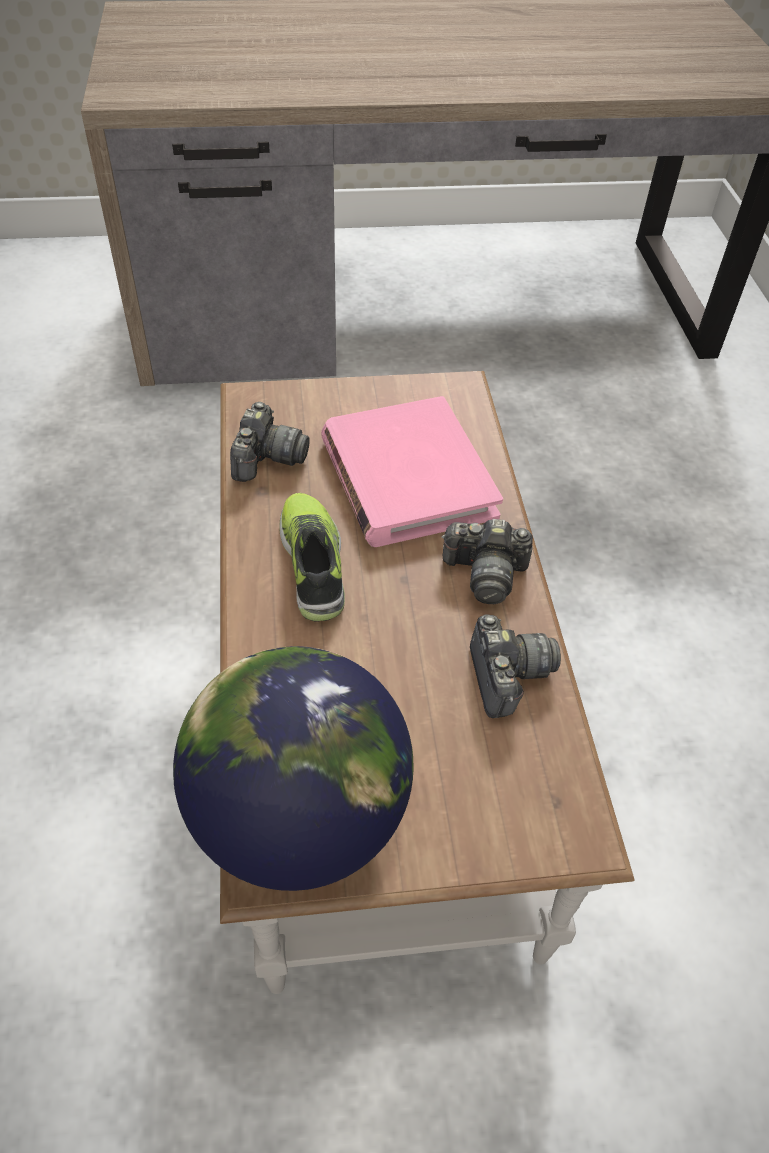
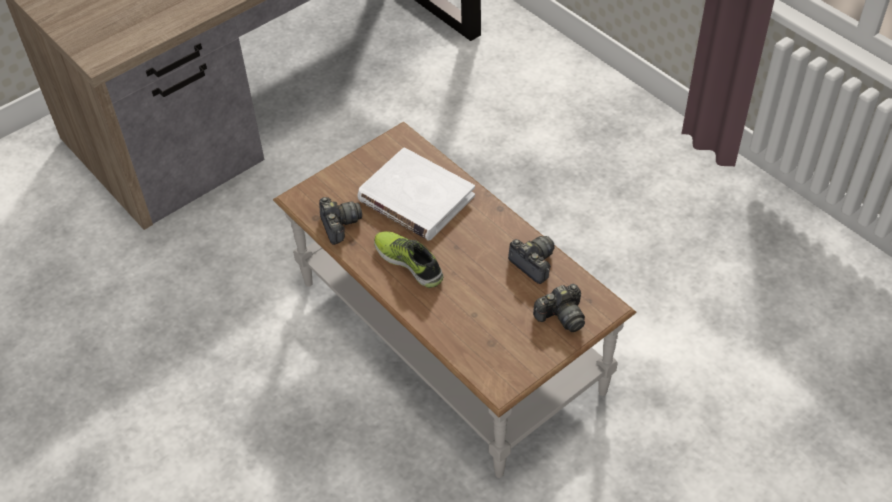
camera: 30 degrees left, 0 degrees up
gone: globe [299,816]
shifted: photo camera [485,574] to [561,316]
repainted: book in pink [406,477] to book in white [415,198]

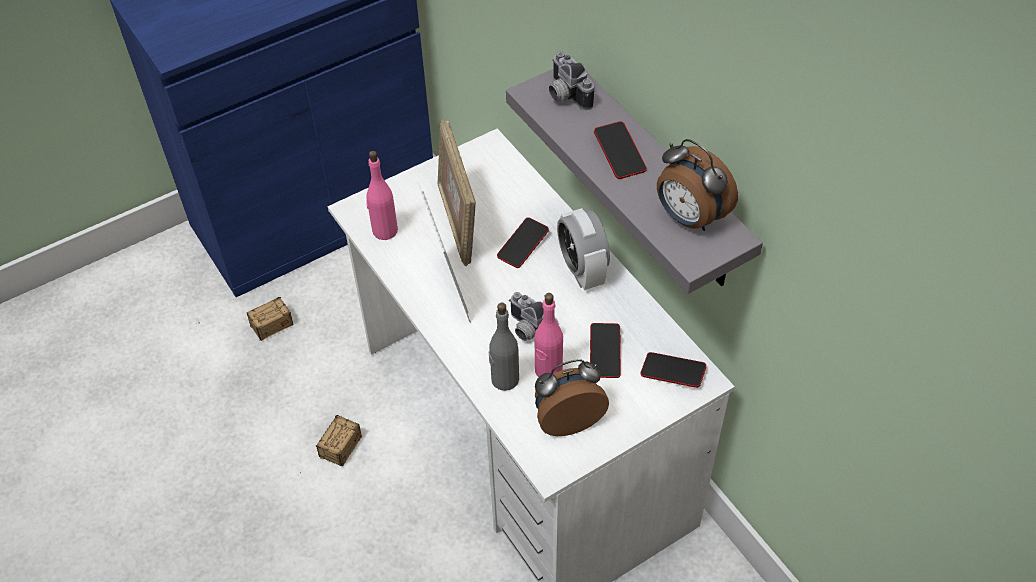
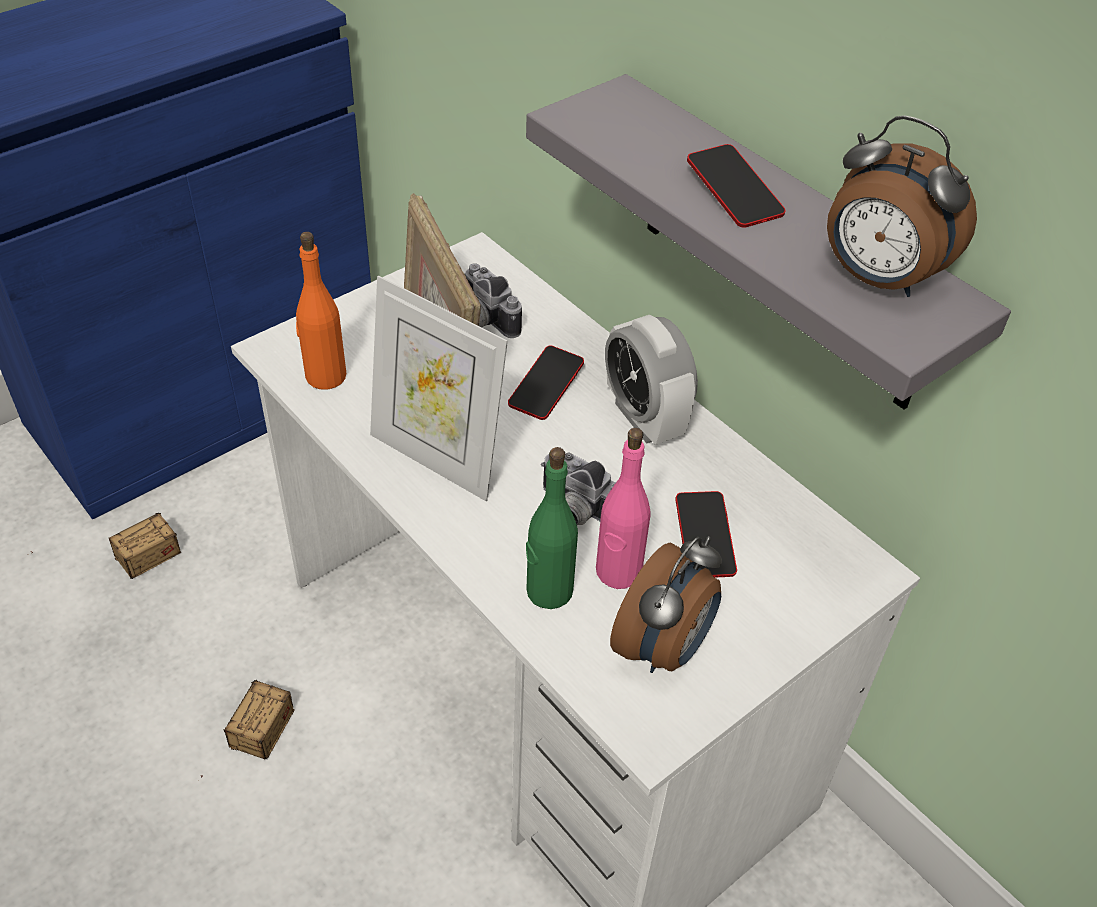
camera: 10 degrees left, 5 degrees down
gone: phone [672,372]
shifted: photo camera [565,95] to [483,320]
repainted: bottle in pink [384,230] to bottle in orange [325,376]; bottle in grey [504,379] to bottle in green [548,591]
rotated: picture frame [448,290] = [437,458] 150 degrees clockwise; alarm clock [567,418] = [664,648] 150 degrees clockwise

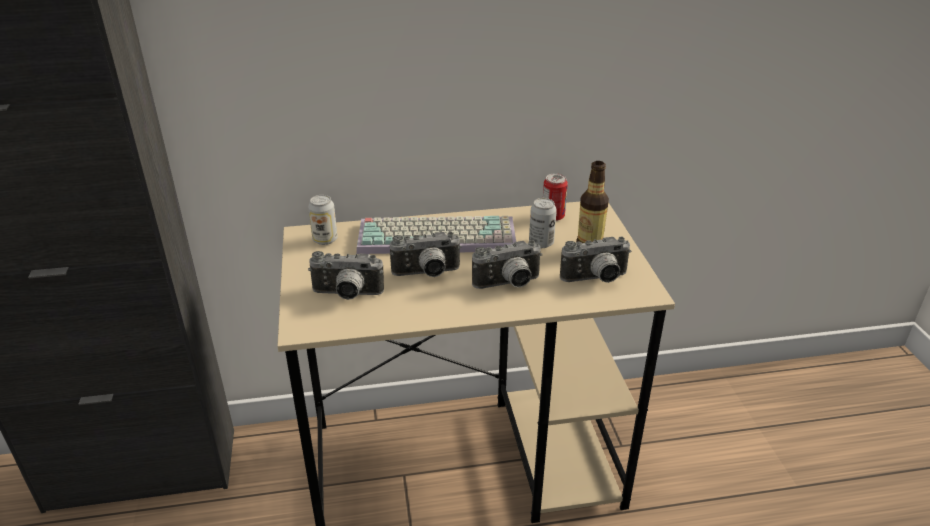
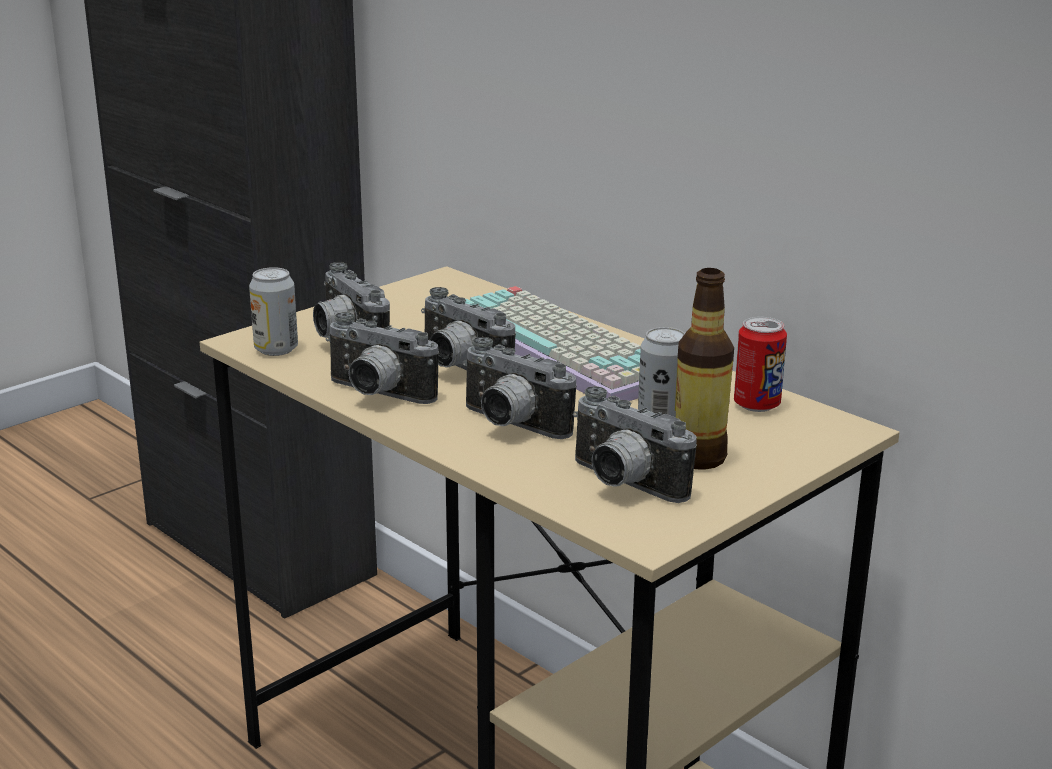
camera: 55 degrees right, 10 degrees down
new: photo camera [375,395]
shifted: can [325,240] to [276,349]

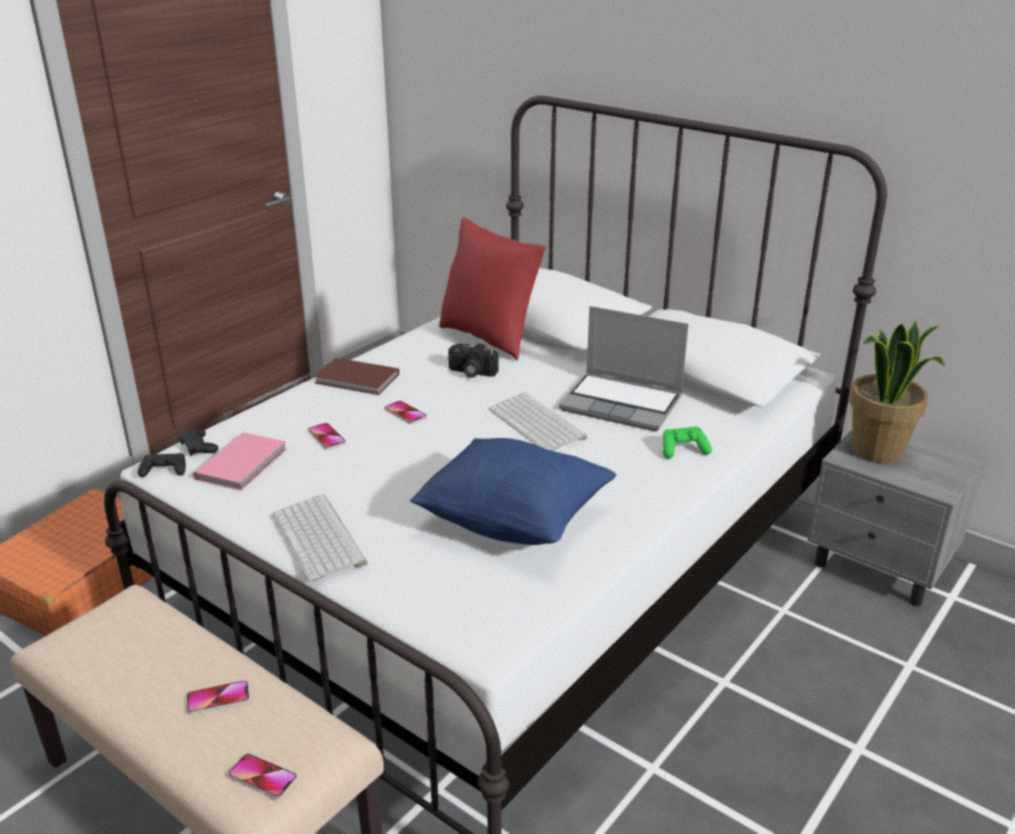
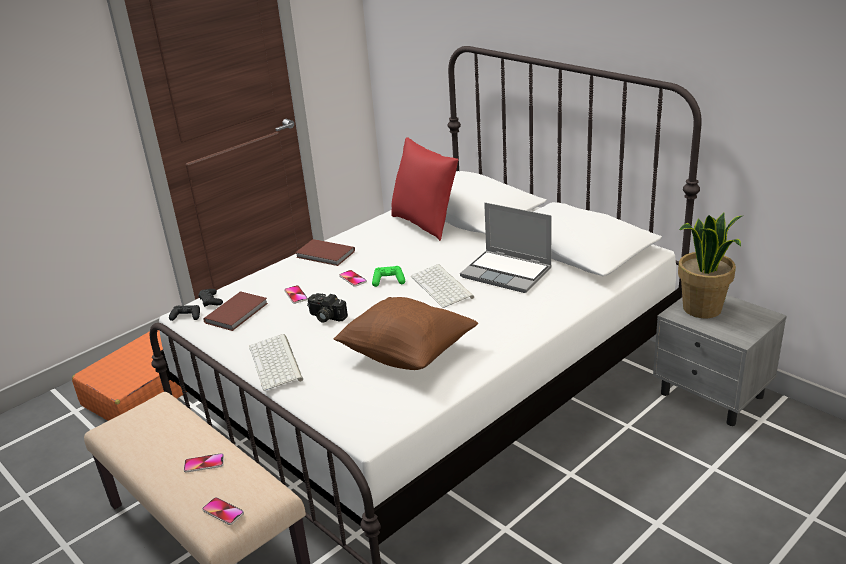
camera: 10 degrees right, 0 degrees up
shifted: photo camera [471,372] to [325,317]; game controller in green [683,450] to [388,281]
repainted: book in pink [244,464] to book in brown [238,313]; pillow in blue [514,522] to pillow in brown [407,354]

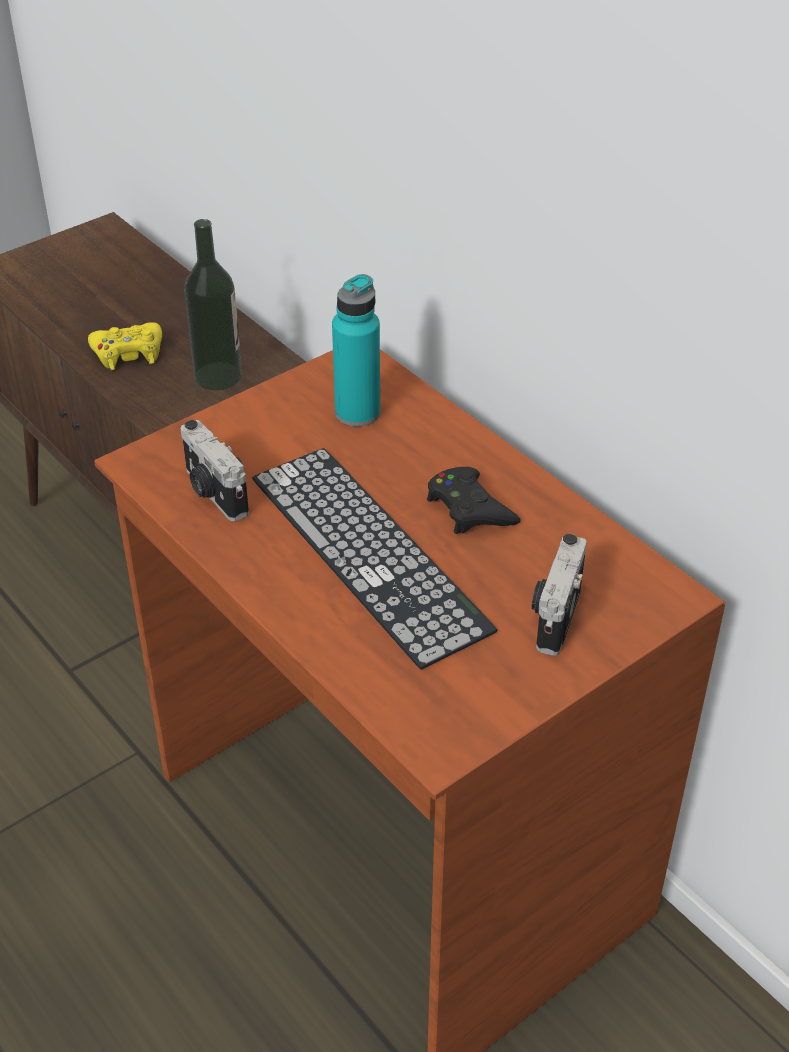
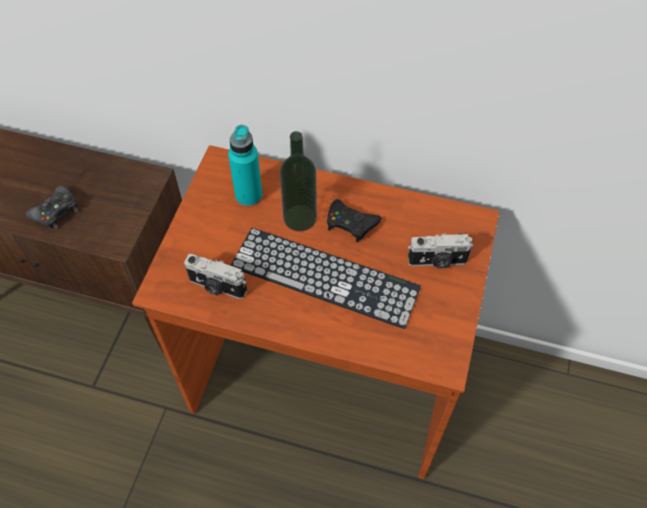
camera: 35 degrees left, 15 degrees up
shifted: bottle [218,376] to [300,218]
repainted: game controller in yellow [128,353] to game controller in black [56,212]
rotated: photo camera [555,615] = [437,261] 75 degrees counterclockwise

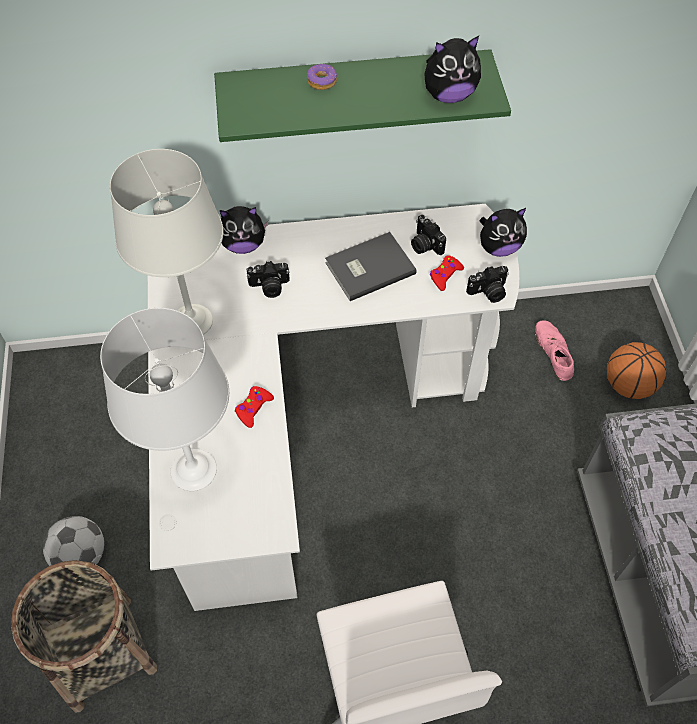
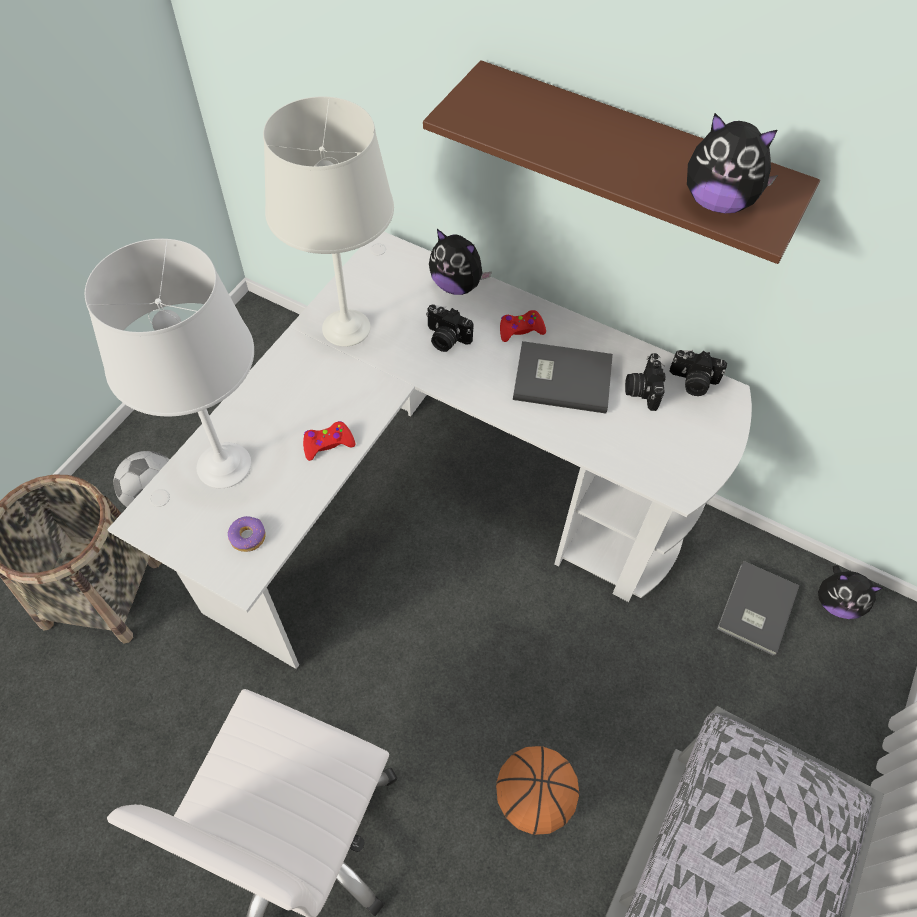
camera: 35 degrees right, 0 degrees up
shifted: donut [322,81] to [248,537]; game controller in red [445,275] to [520,330]; photo camera [488,292] to [693,382]; plush toy [498,247] to [836,603]; basketball [628,385] to [533,797]
swapped: shoe in pink [553,353] to book in grey [754,609]
repainted: shelf in green [354,90] to shelf in brown [631,157]

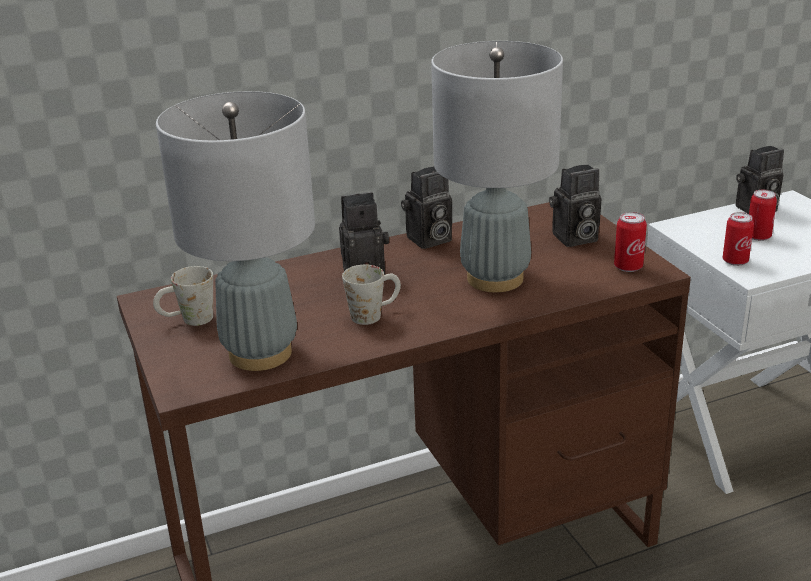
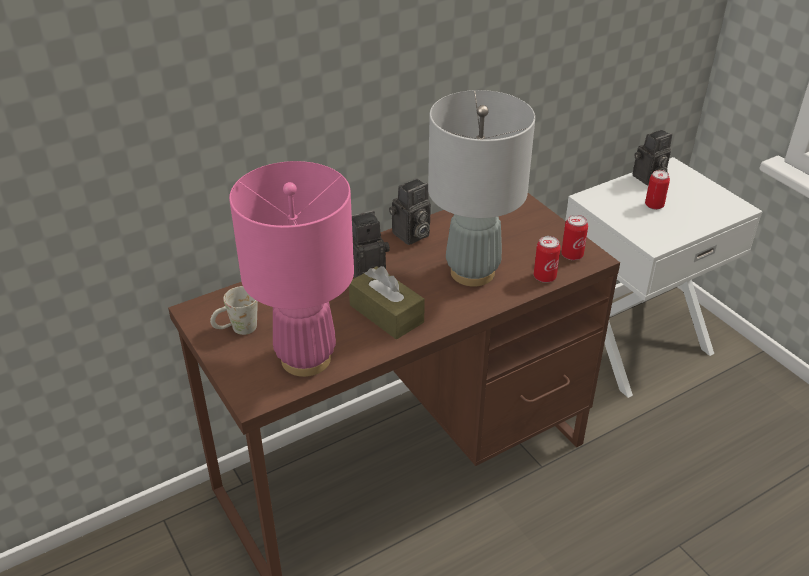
camera: 10 degrees left, 10 degrees up
gone: photo camera [574,239]
shifted: can [735,261] to [544,277]
swapped: mug in white [374,314] to tissue box in brown [386,314]
repainted: table lamp in grey [261,353] to table lamp in pink [306,359]

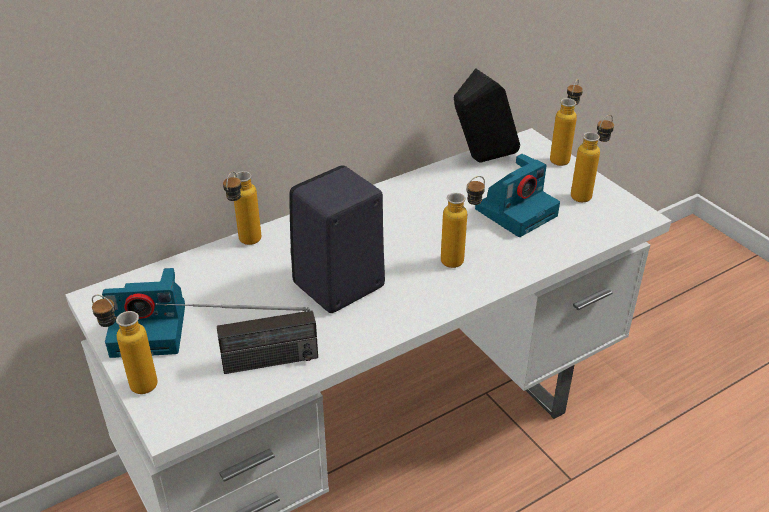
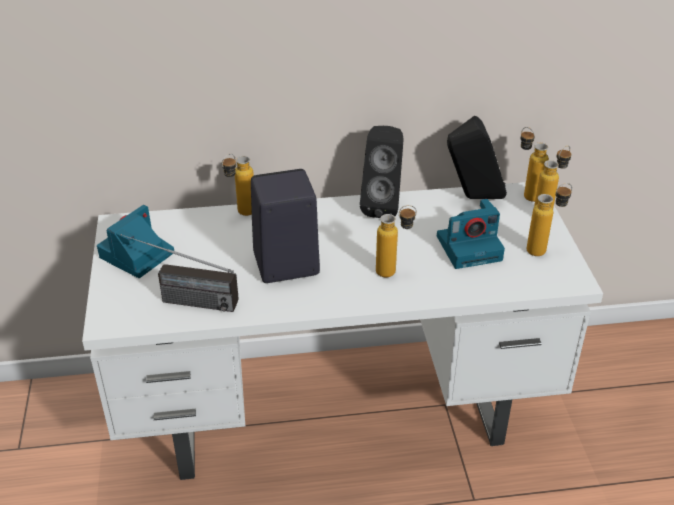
camera: 25 degrees right, 0 degrees up
new: speaker in black [383,206]
shifted: bottle [134,382] to [526,194]
rotated: photo camera [151,329] = [136,256] 105 degrees clockwise

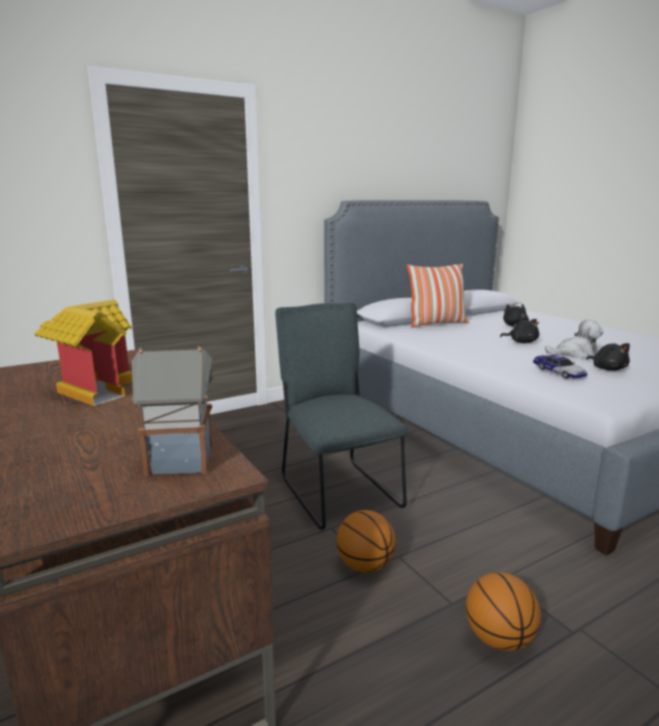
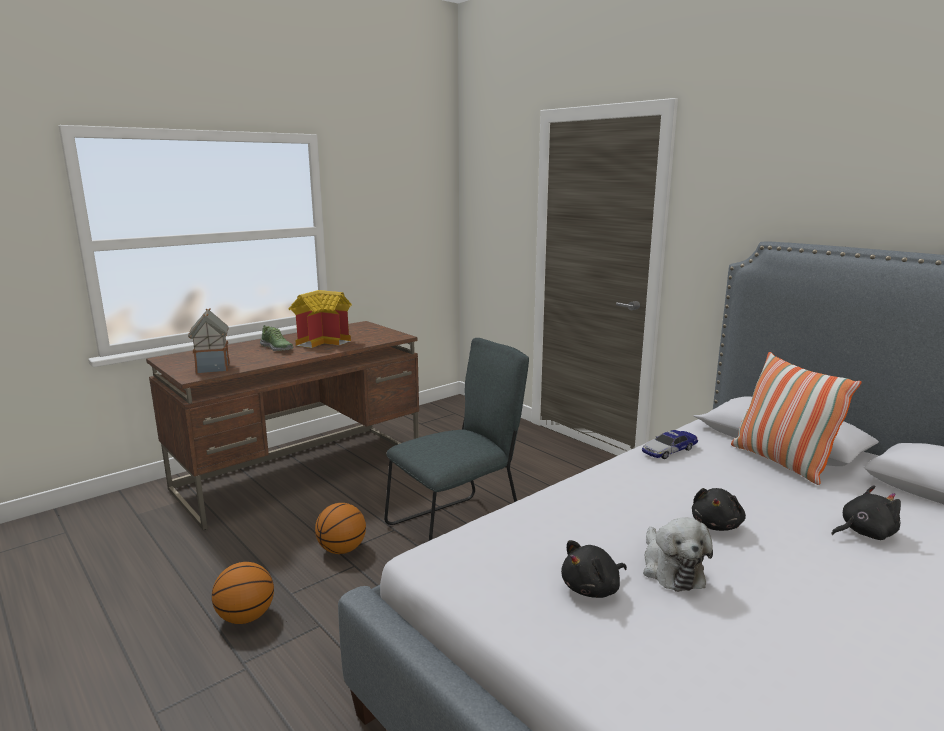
camera: 80 degrees right, 0 degrees up
new: shoe [277,348]
shifted: toy car [558,372] to [669,450]

